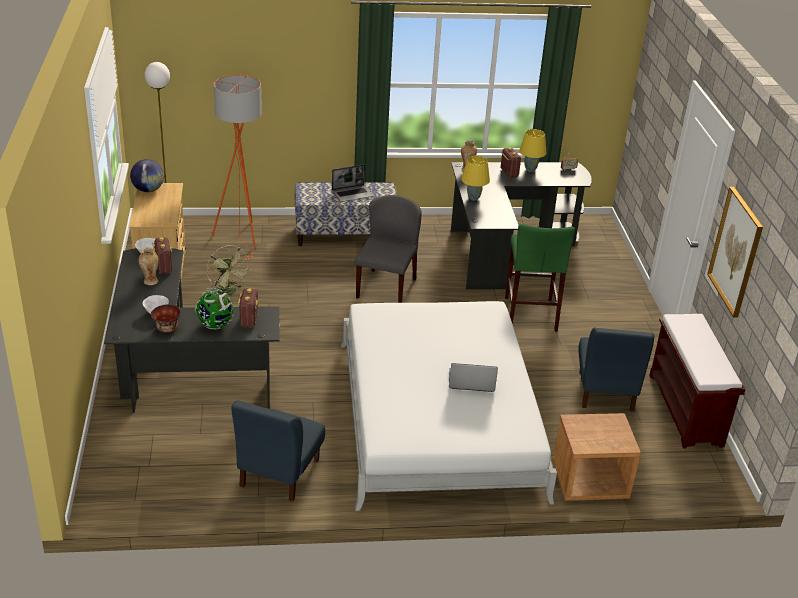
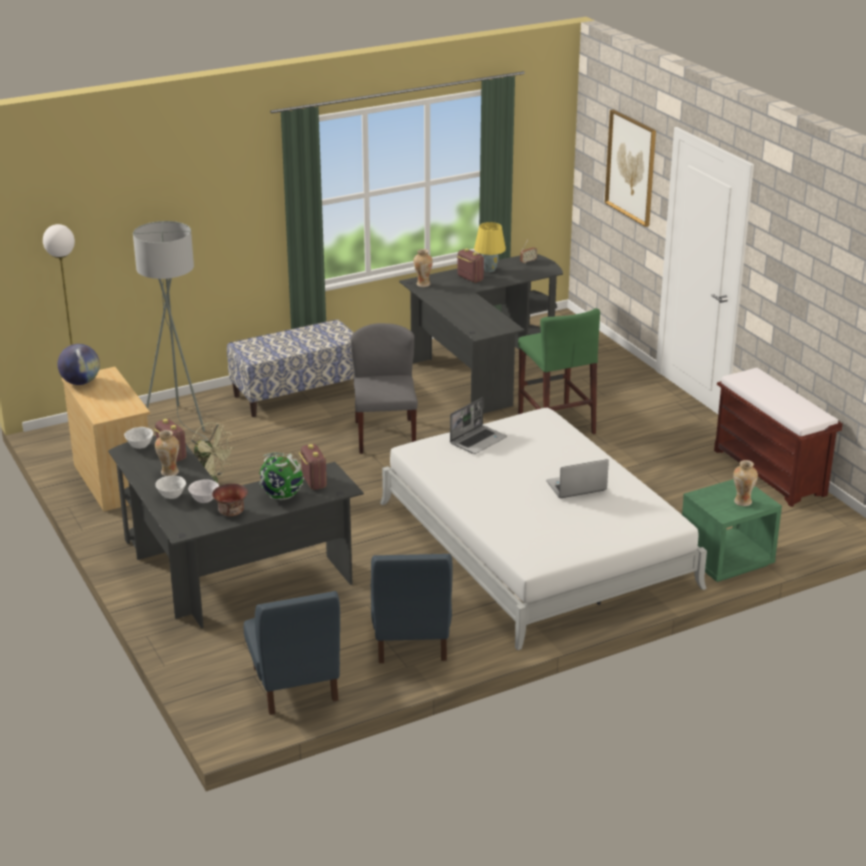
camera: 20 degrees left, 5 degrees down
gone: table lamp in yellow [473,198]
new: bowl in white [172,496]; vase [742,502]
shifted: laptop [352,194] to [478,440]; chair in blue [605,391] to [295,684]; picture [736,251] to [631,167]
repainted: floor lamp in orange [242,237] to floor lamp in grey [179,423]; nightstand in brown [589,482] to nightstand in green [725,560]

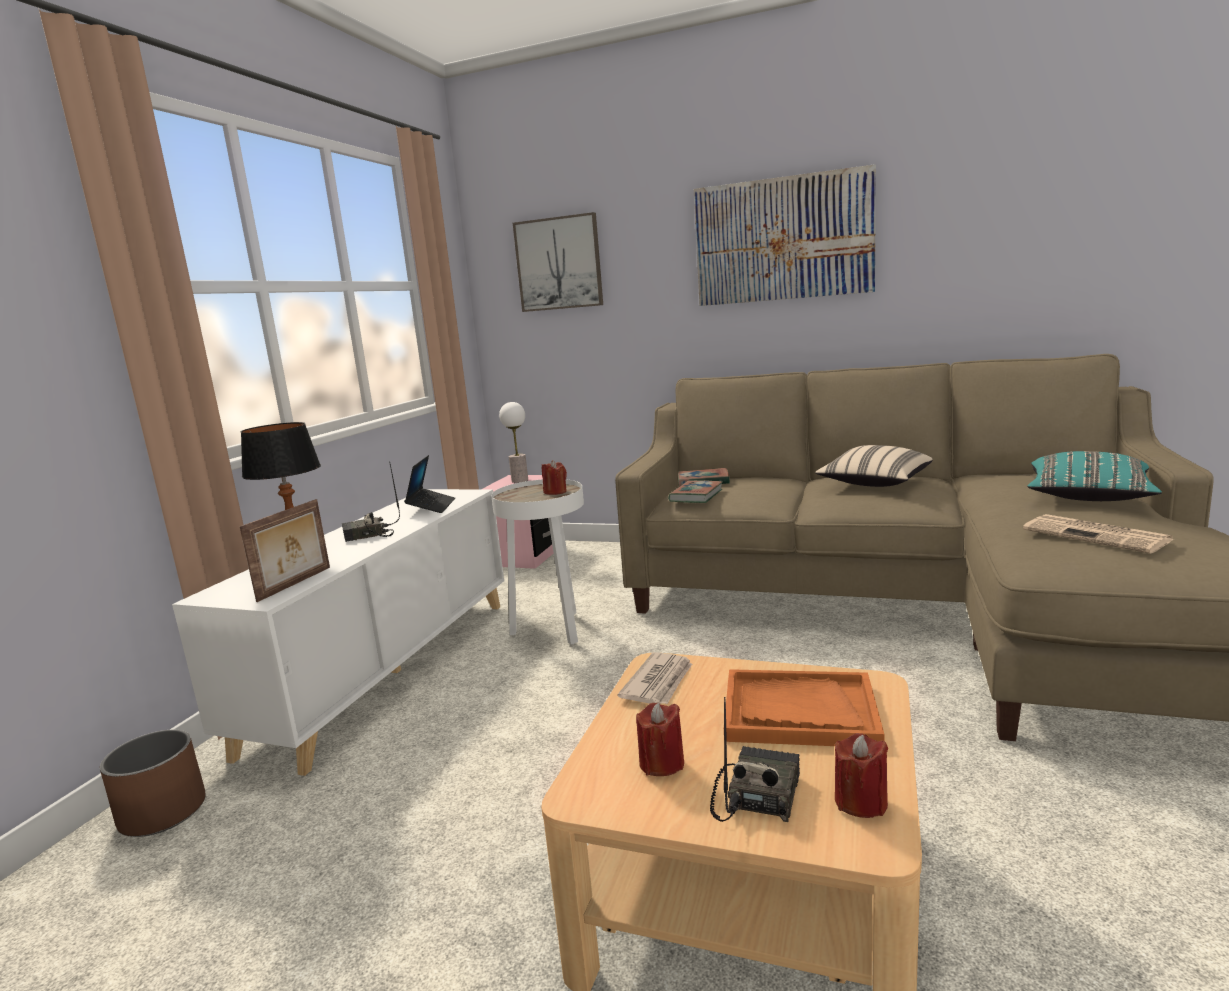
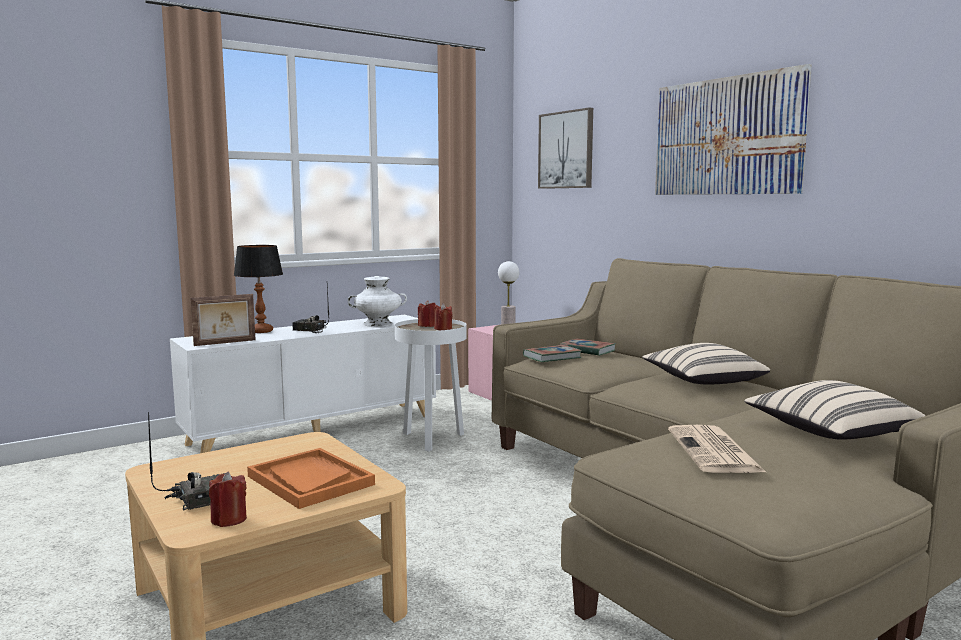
camera: 35 degrees right, 5 degrees down
gone: planter in brown [163,812]; newspaper [659,682]
shifted: candle in red [661,763] to [427,325]
swapped: laptop [431,506] to vase in white [378,324]
repainted: pillow in turquoise [1088,498] to pillow in beige [829,433]

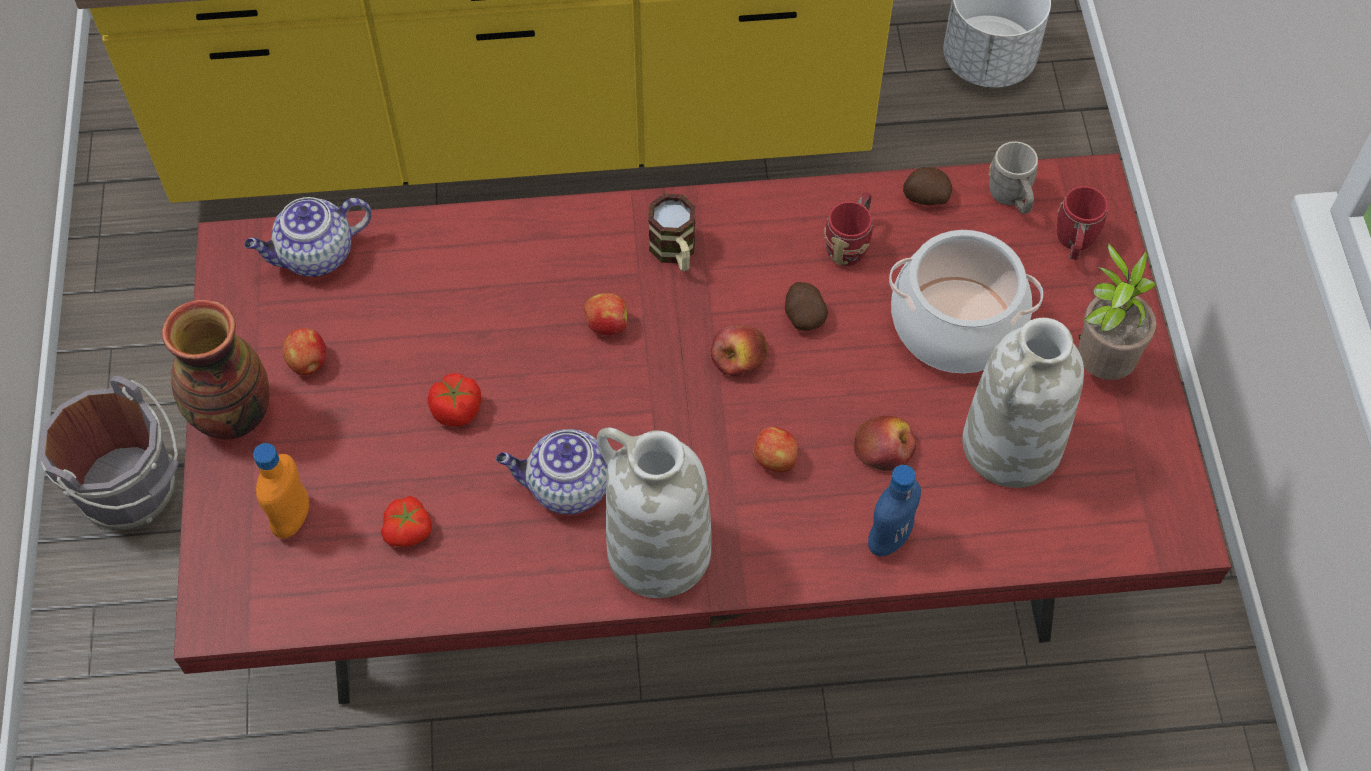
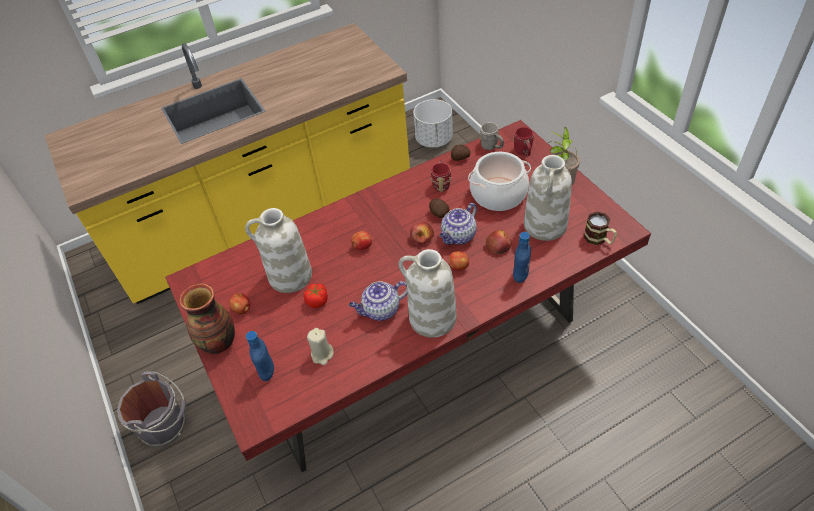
camera: 20 degrees left, 10 degrees down
new: vase in white [289,277]
shifted: teapot [315,256] to [458,236]; mug [675,253] to [599,239]
swapped: tomato [409,530] to candle in beige [322,354]
repainted: bottle in orange [292,518] to bottle in blue [267,372]

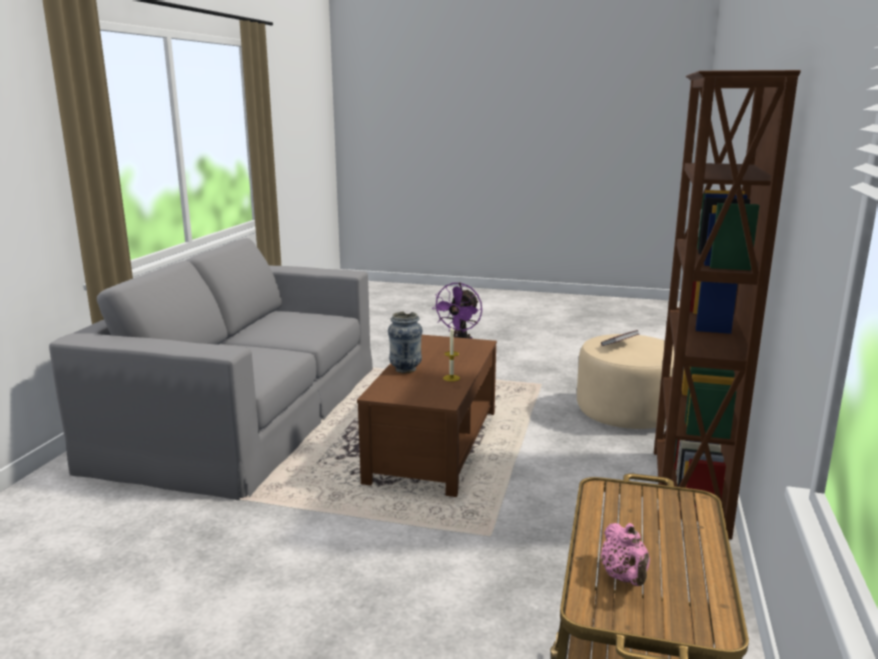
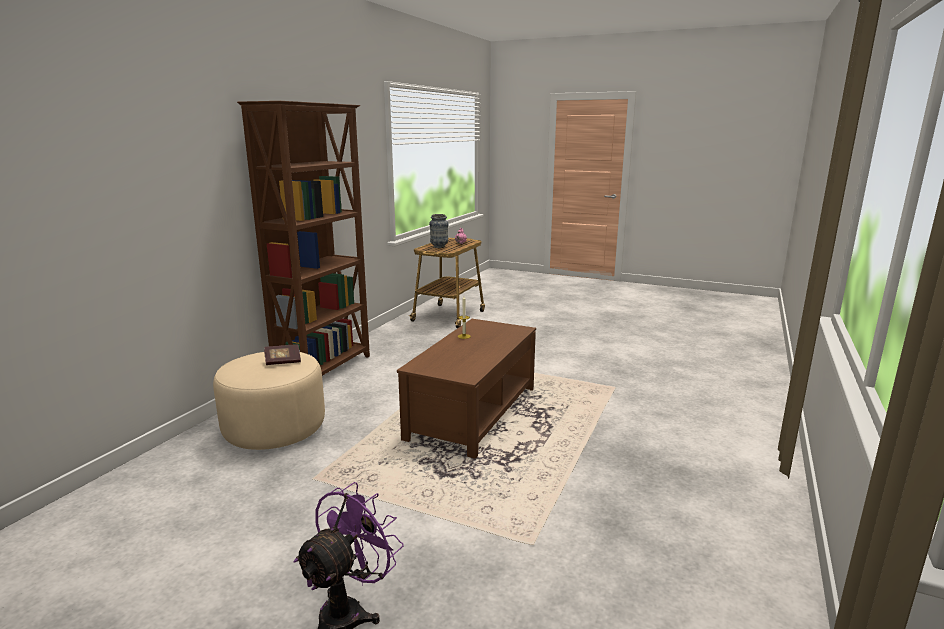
camera: 170 degrees left, 0 degrees up
gone: sofa in grey [244,412]
shifted: vase [405,369] to [439,247]

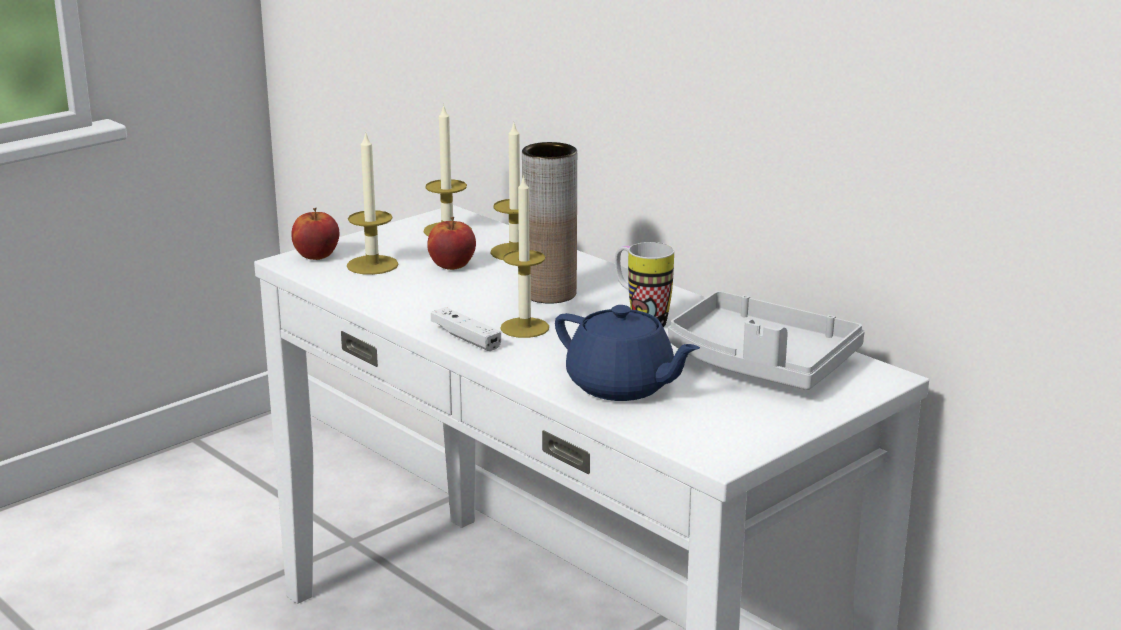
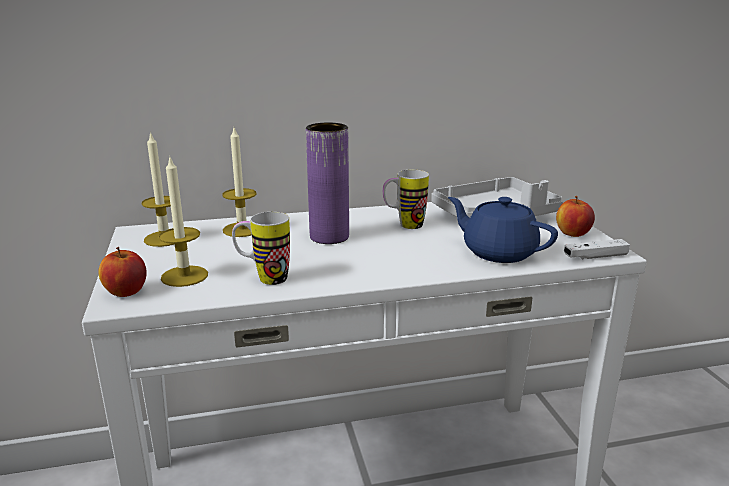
camera: 60 degrees left, 0 degrees up
gone: candle [524,328]
new: mug [264,279]
shifted: apple [451,266] to [572,234]; game controller in white [465,338] to [595,256]
repainted: vase in brown [550,294] to vase in purple [329,237]
rotated: teapot in blue [622,386] = [498,252] 120 degrees counterclockwise

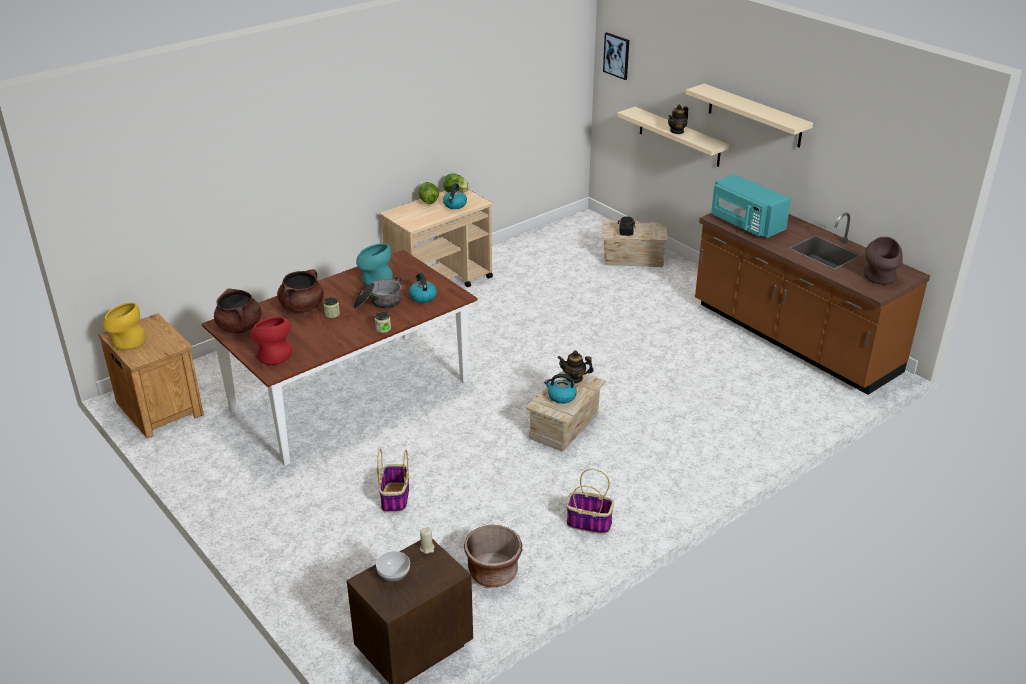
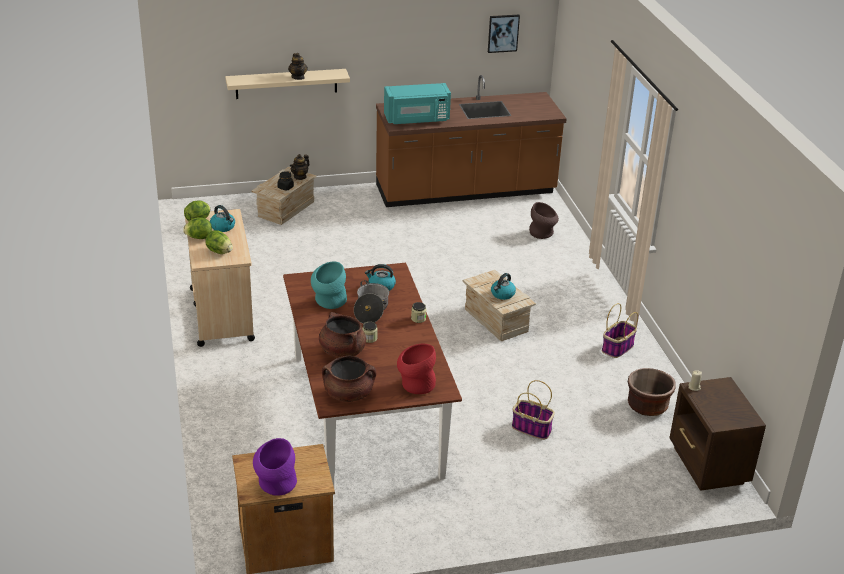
camera: 65 degrees left, 0 degrees up
gone: bowl [394,574]; shelf in beige [754,115]
new: lettuce [219,252]
shifted: teapot [574,378] to [300,177]; picture [617,55] to [503,33]; vase in brown [879,279] to [542,234]
repainted: vase in yellow [126,342] to vase in purple [276,486]

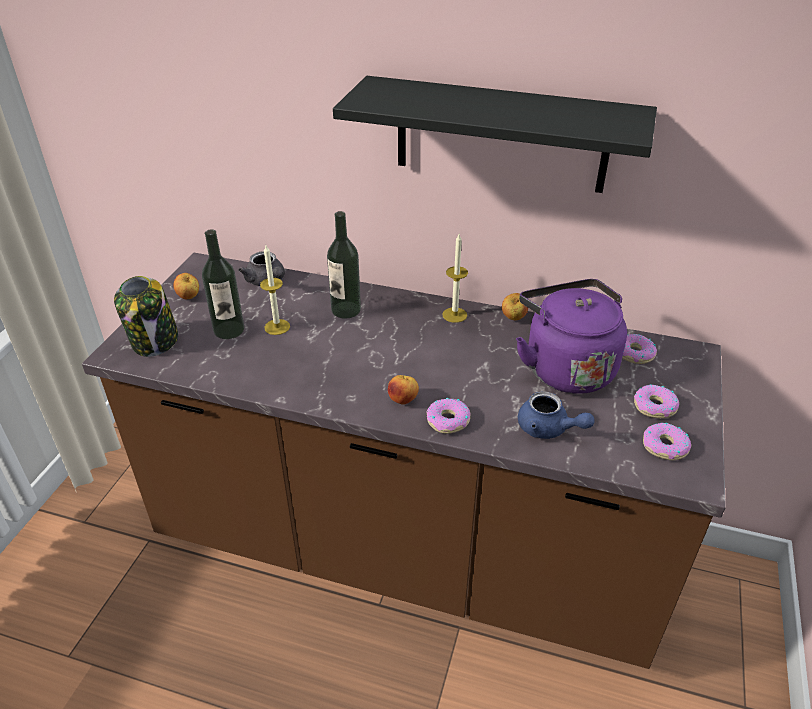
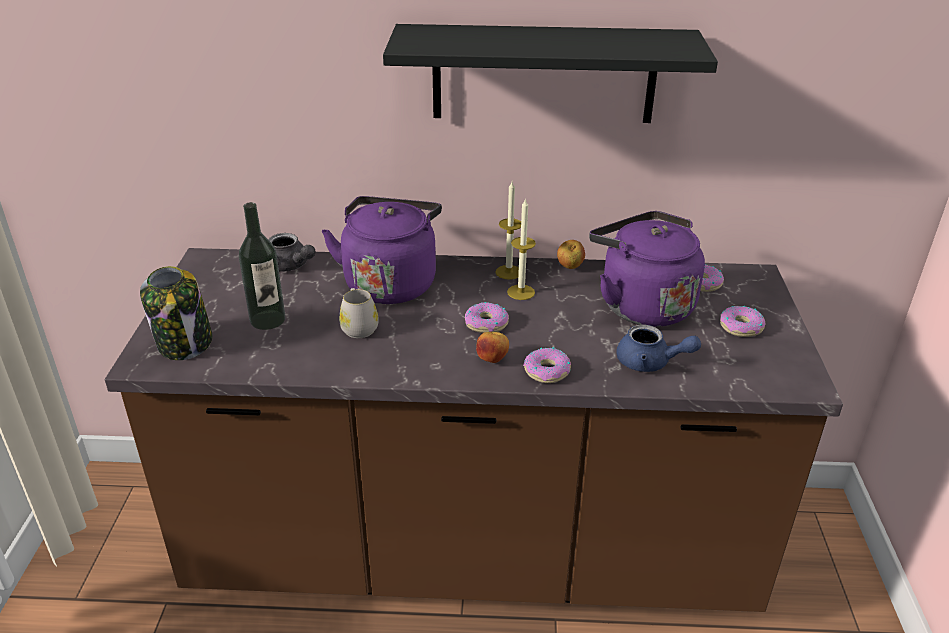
camera: 15 degrees left, 5 degrees down
gone: apple [189,297]
new: mug in white [358,327]
shifted: candle [277,327] to [521,292]; donut [664,447] to [486,324]
swapped: bottle [346,310] to kettle in purple [391,282]

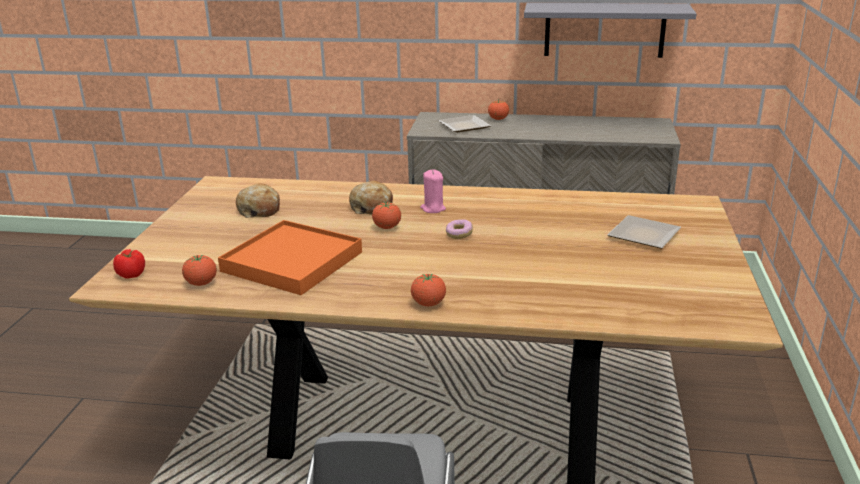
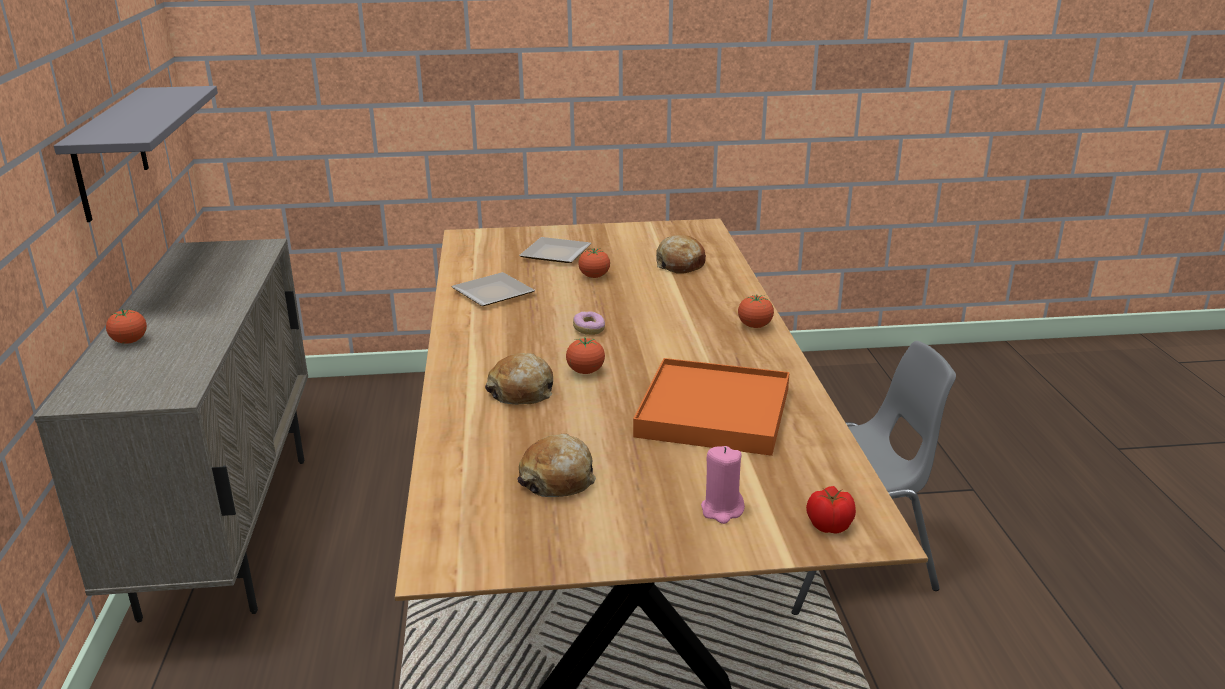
camera: 105 degrees left, 0 degrees up
new: bread [680,265]
shifted: tomato [201,283] to [594,277]; candle in pink [433,209] to [722,510]; plate [465,126] to [490,293]

